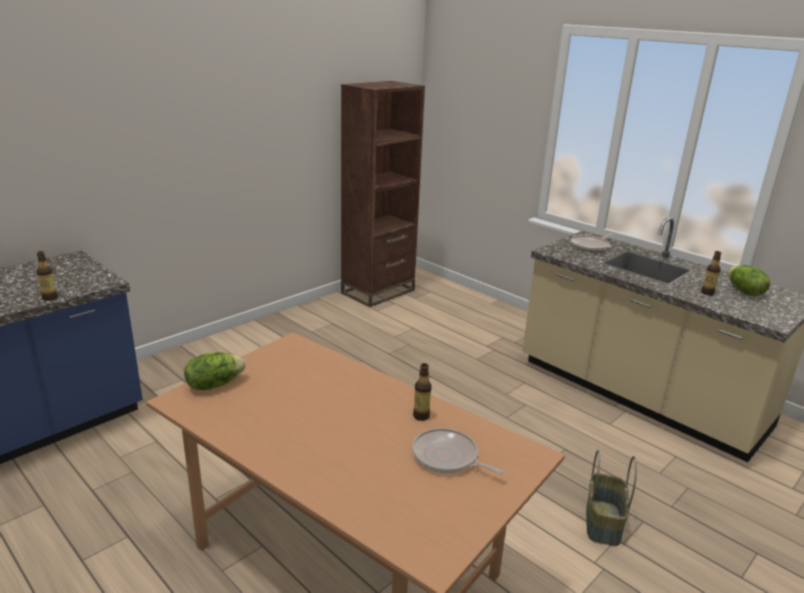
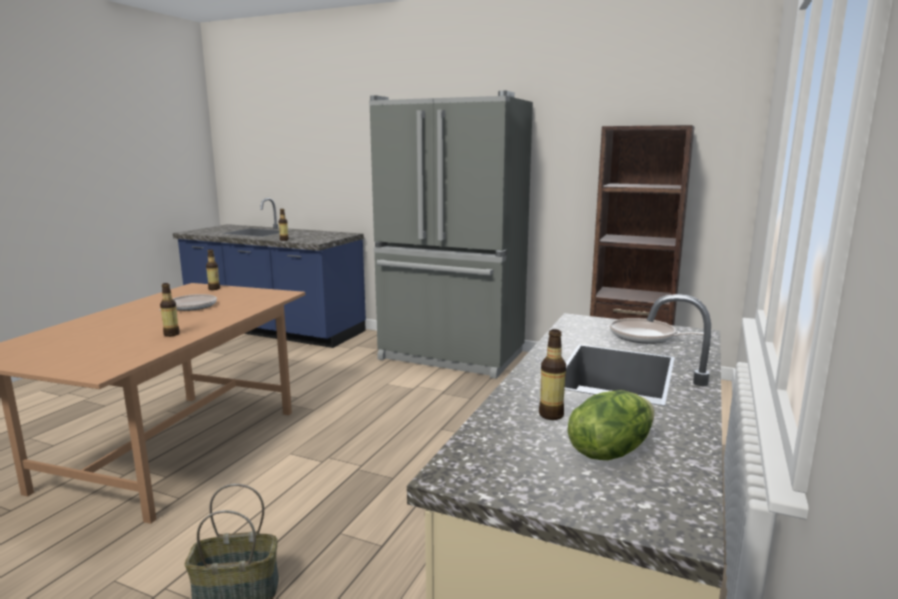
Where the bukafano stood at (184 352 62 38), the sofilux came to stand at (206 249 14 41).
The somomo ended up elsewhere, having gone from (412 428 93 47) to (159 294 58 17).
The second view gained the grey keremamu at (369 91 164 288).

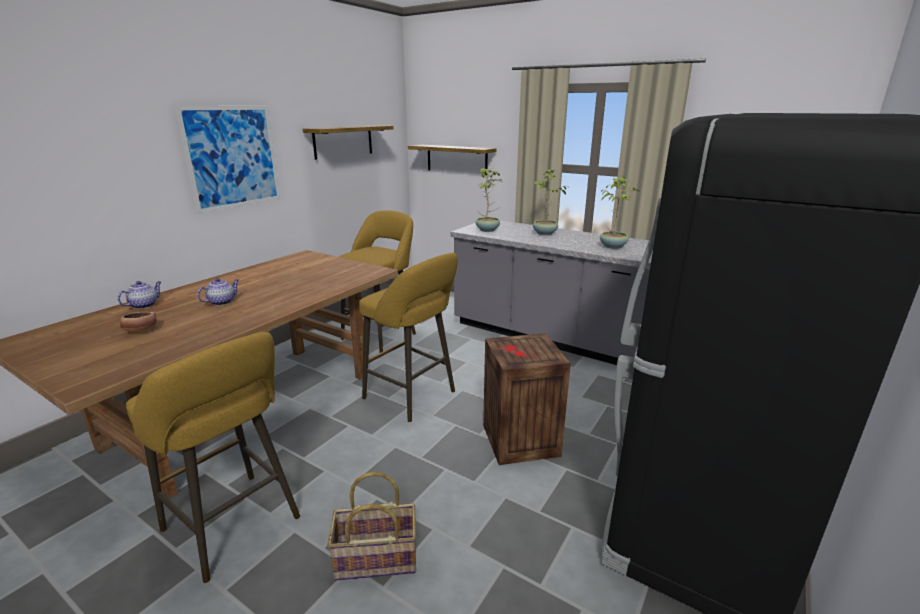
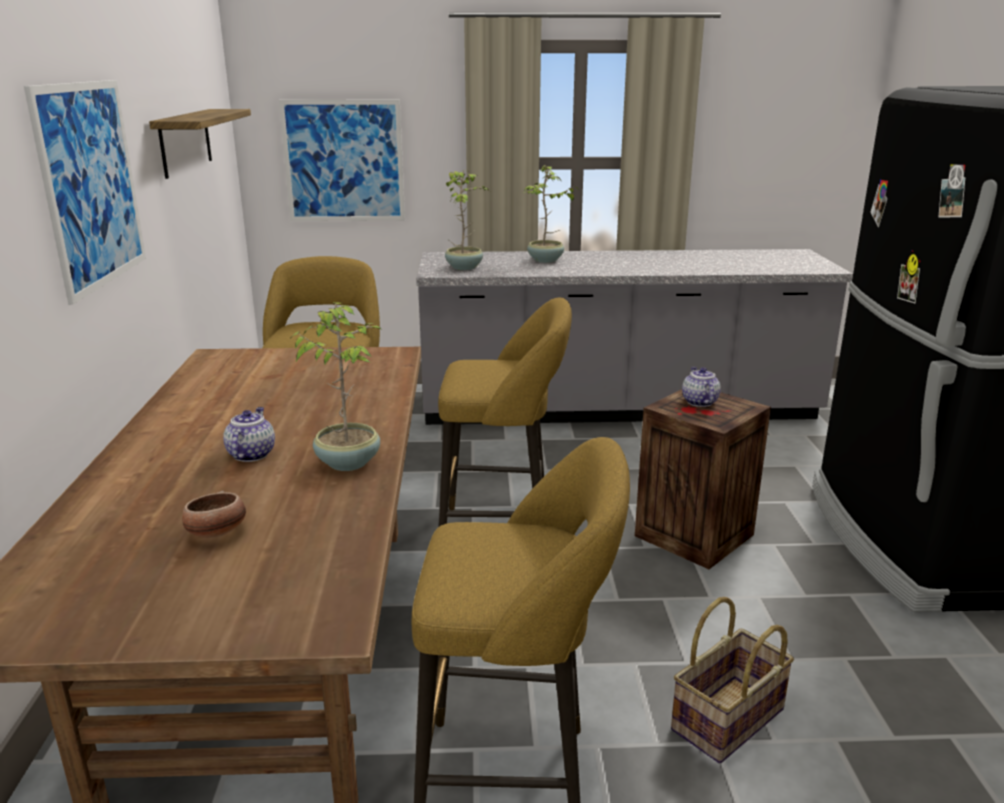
The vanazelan ended up elsewhere, having gone from (117 281 44 28) to (682 367 39 40).
Where the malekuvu hung at (408 145 88 30), the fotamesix came to hang at (279 100 126 121).
The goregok ended up elsewhere, having gone from (600 176 39 73) to (291 302 91 169).

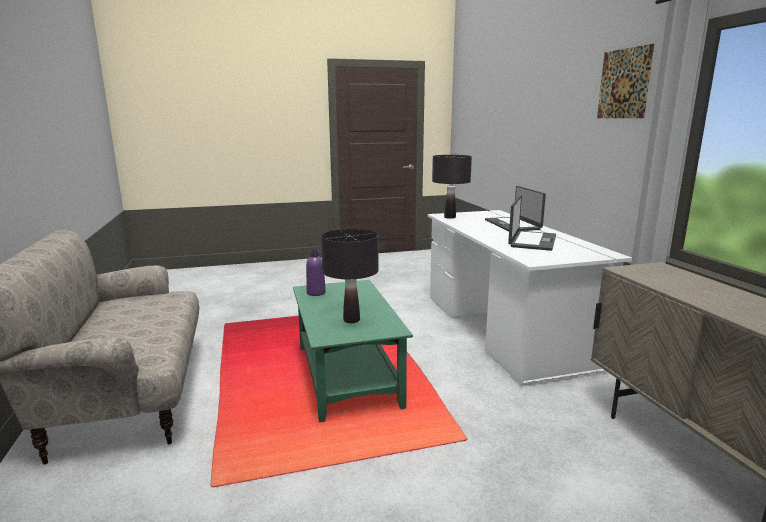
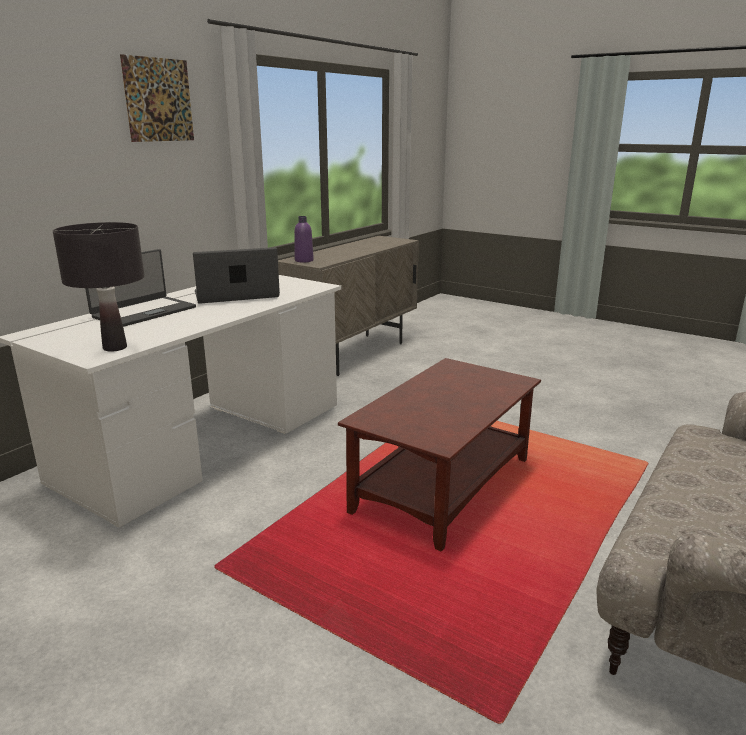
What was the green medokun at (293 280 120 143) turned into the brown medokun at (338 358 203 194).
The purple sofilux ended up elsewhere, having gone from (306 250 20 46) to (294 216 20 47).
The second view lost the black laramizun at (321 229 58 94).

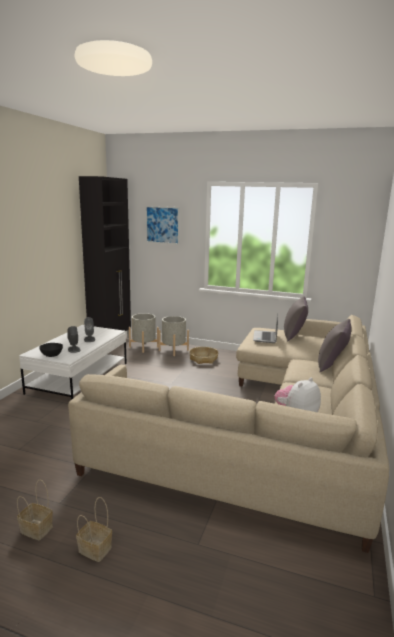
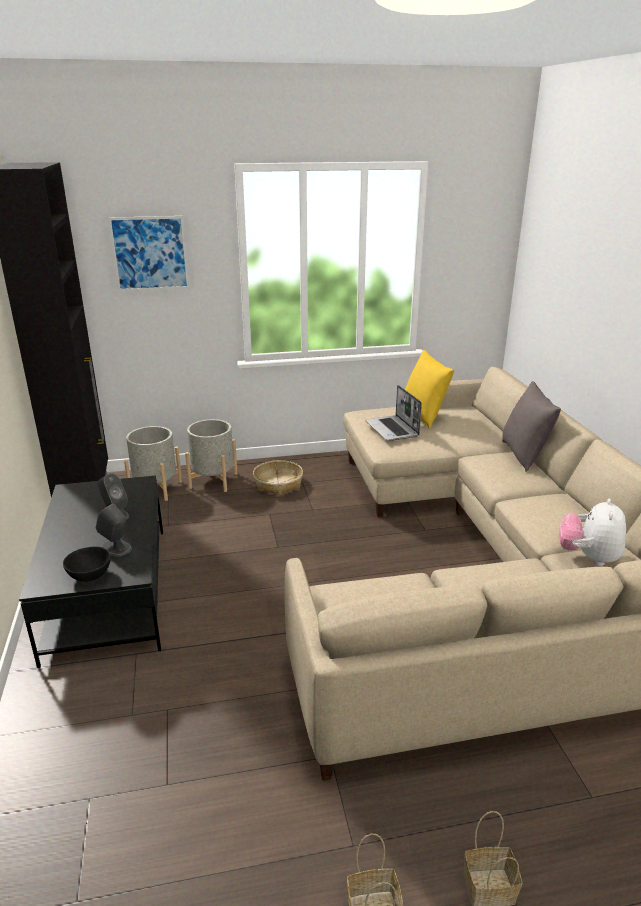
What was the white medokun at (19 325 108 75) turned into the black medokun at (19 475 144 193).
What was the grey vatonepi at (284 296 24 46) turned into the yellow vatonepi at (405 350 49 79).

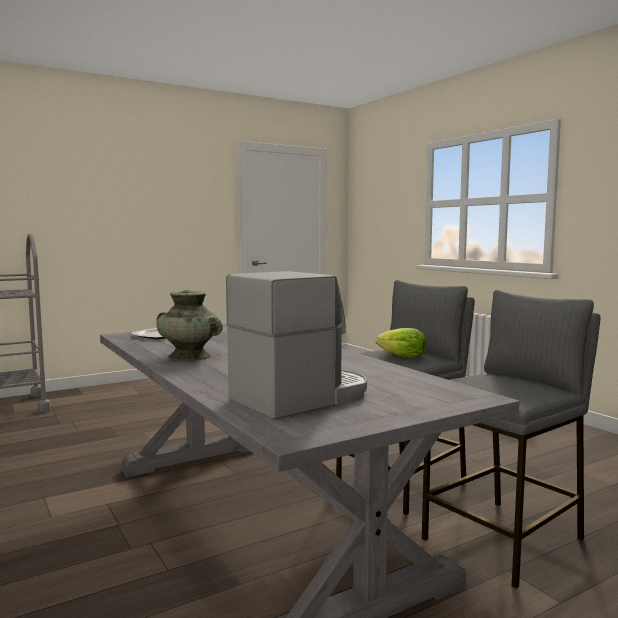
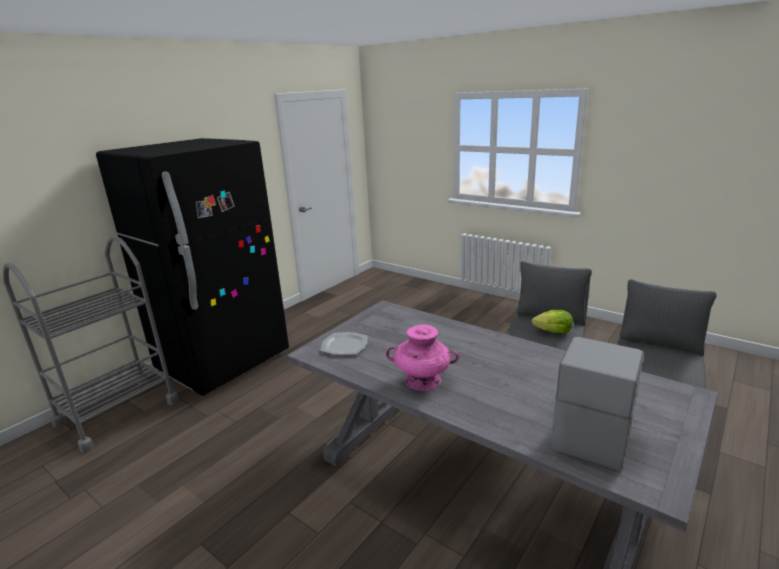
What was the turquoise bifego at (156 290 67 70) turned into the pink bifego at (386 325 73 66).
The second view gained the black keremamu at (96 138 193 258).

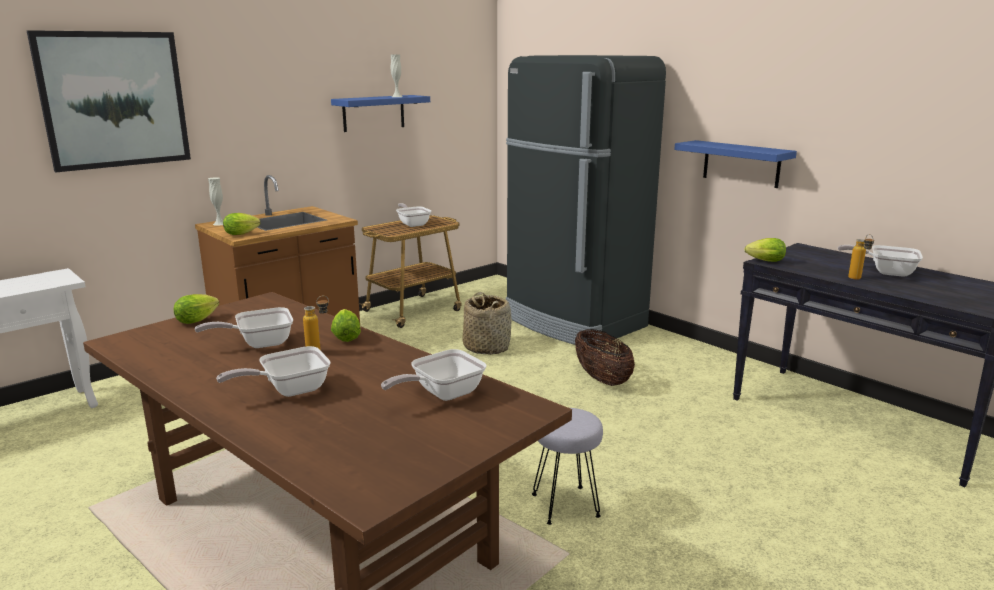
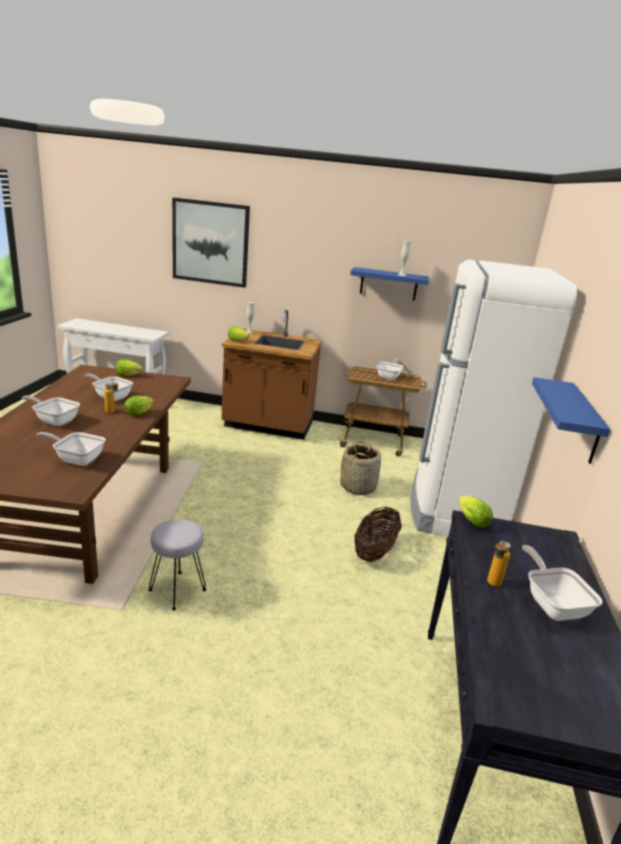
What was the black keremamu at (506 55 160 292) turned into the white keremamu at (410 260 167 276).

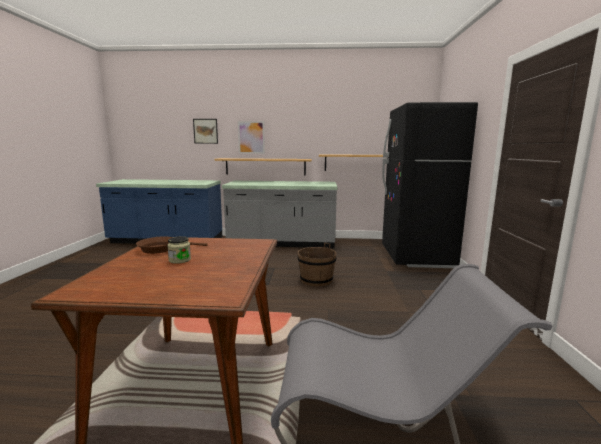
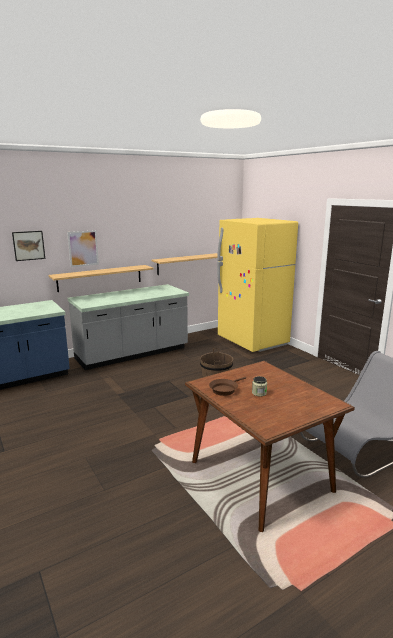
What was the black keremamu at (382 102 96 166) turned into the yellow keremamu at (217 218 81 134).

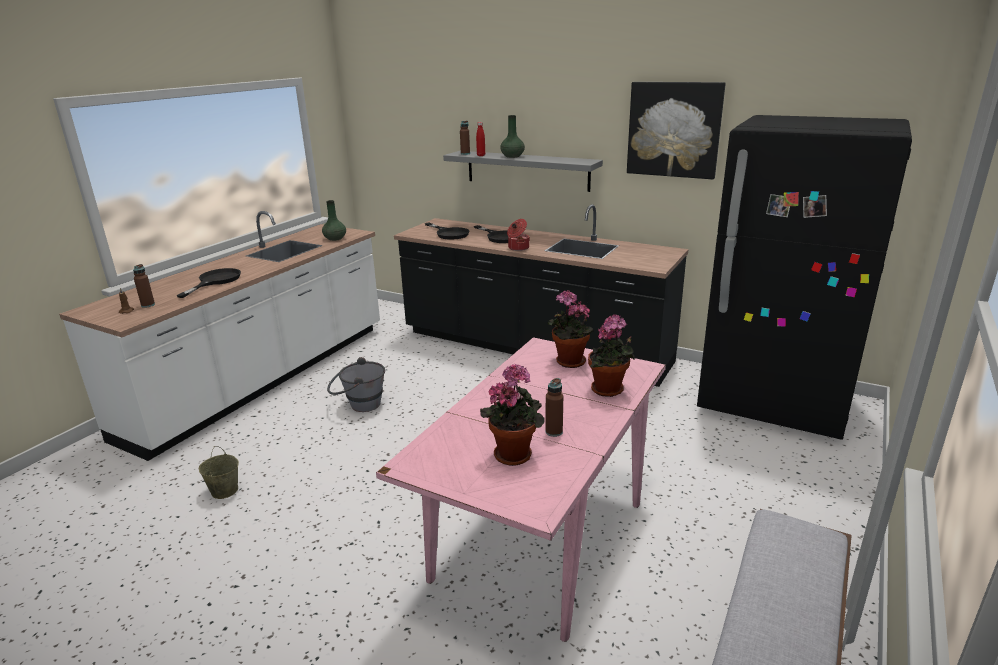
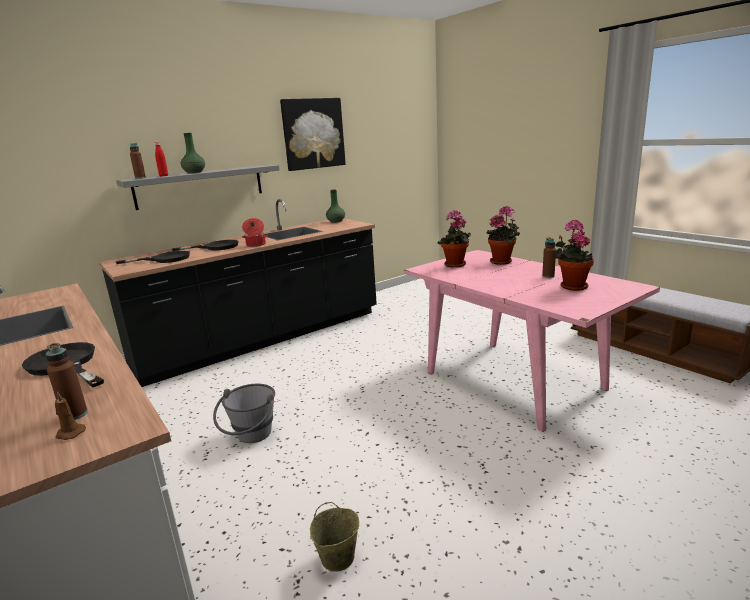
The green bifego ended up elsewhere, having gone from (322 200 24 41) to (326 190 19 33).
The second view lost the black keremamu at (697 115 215 325).

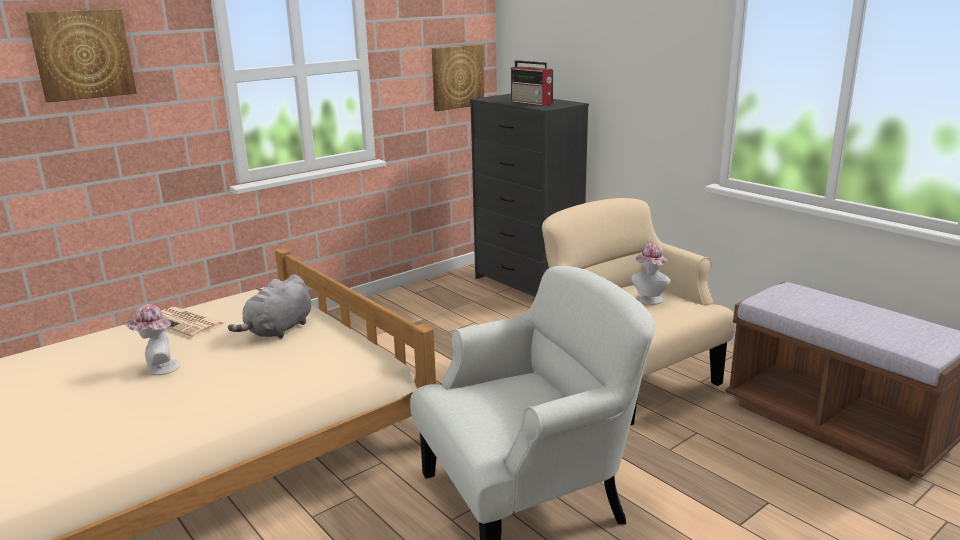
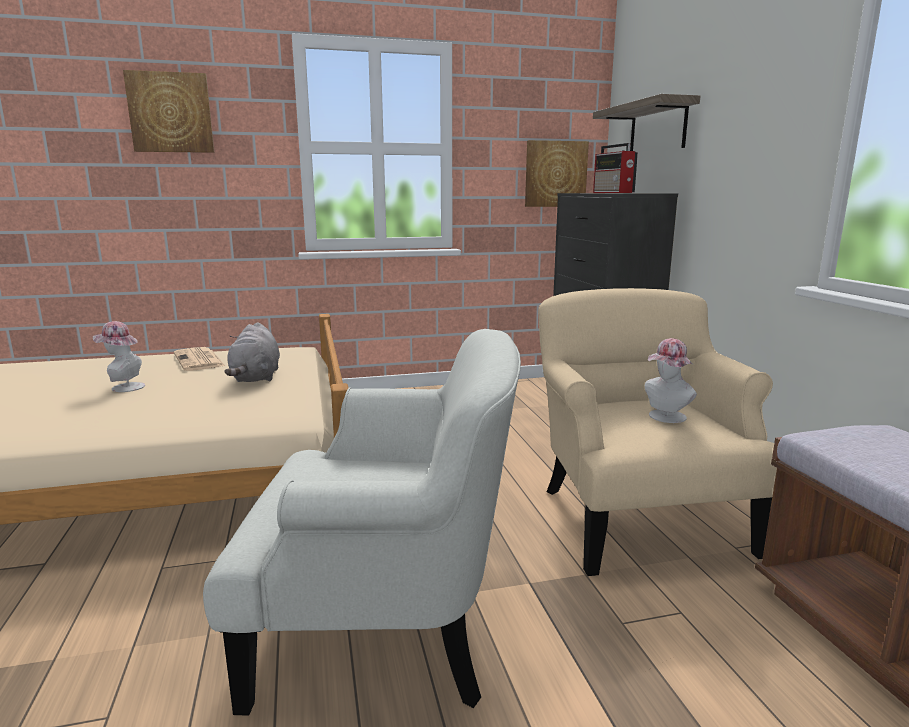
The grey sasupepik at (228 274 83 65) ended up facing another way, 60 degrees counterclockwise from before.
The second view gained the malekuvu at (593 94 107 57).

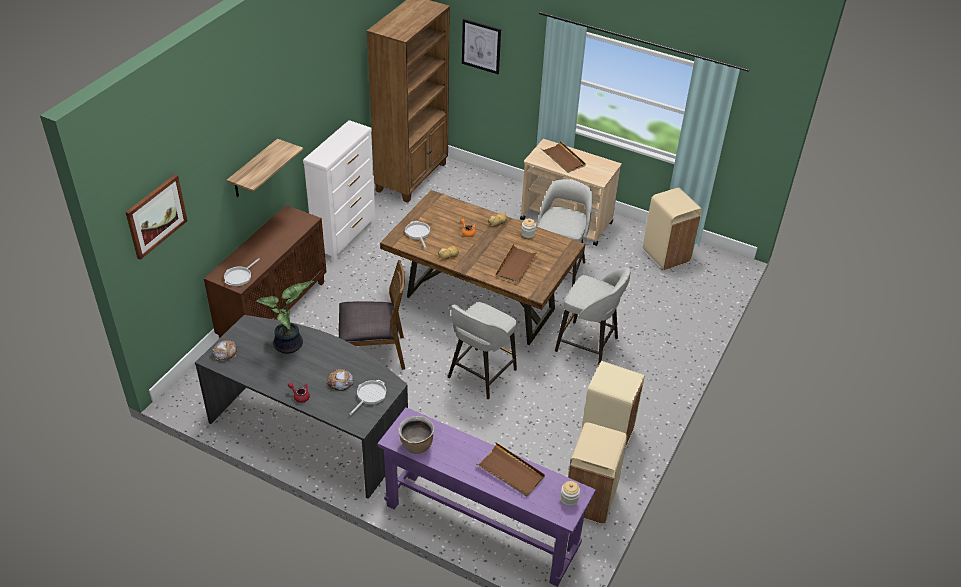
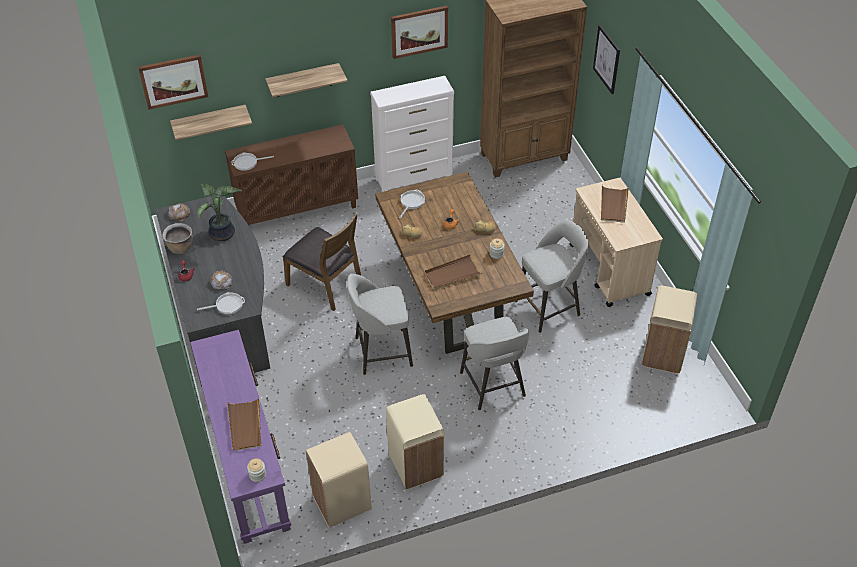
The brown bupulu ended up elsewhere, having gone from (398 416 36 38) to (162 223 31 31).
The second view gained the malekuvu at (170 105 82 35).
The second view gained the fotamesix at (391 6 57 53).

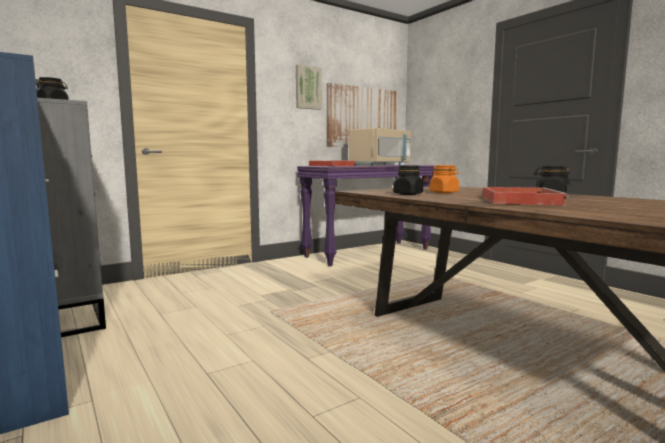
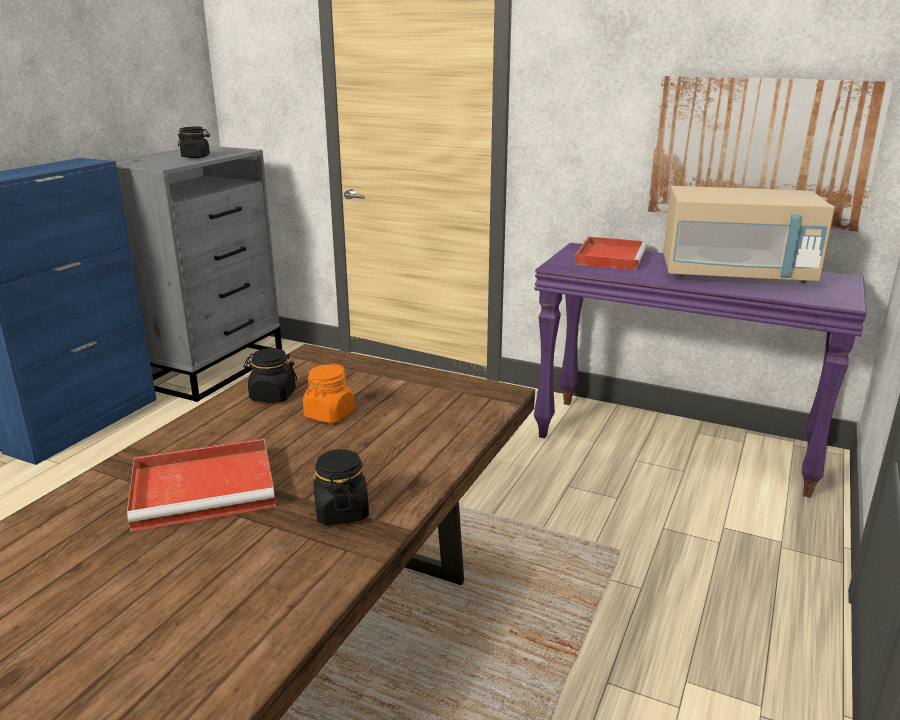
The second view lost the fotamesix at (296 65 26 45).

